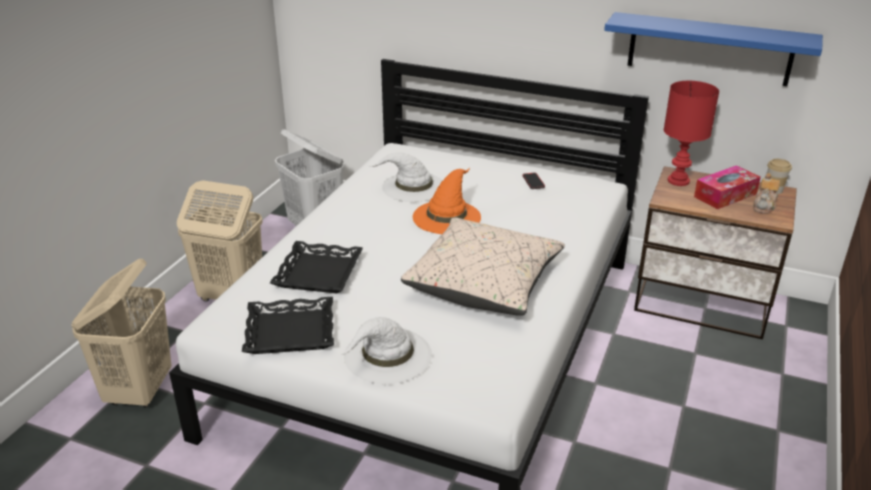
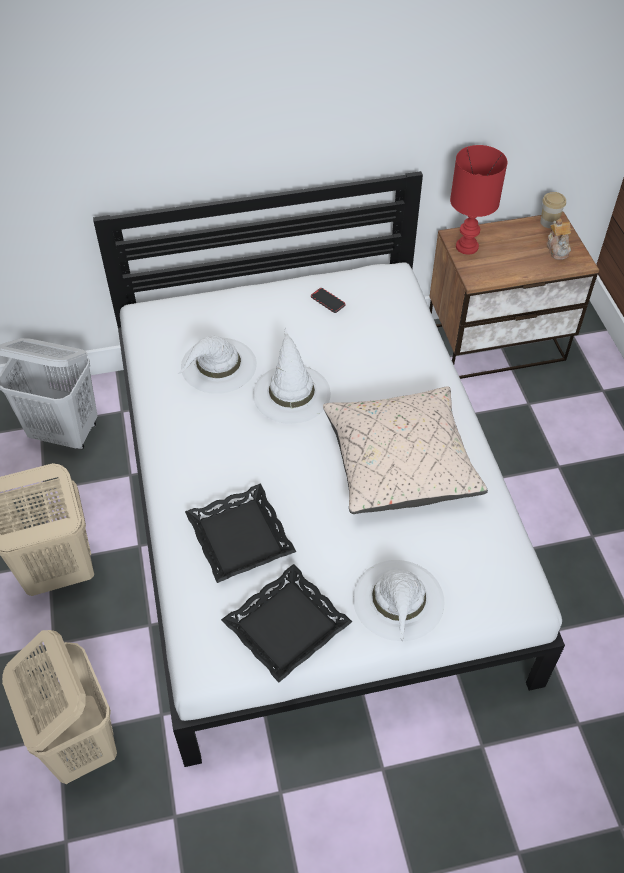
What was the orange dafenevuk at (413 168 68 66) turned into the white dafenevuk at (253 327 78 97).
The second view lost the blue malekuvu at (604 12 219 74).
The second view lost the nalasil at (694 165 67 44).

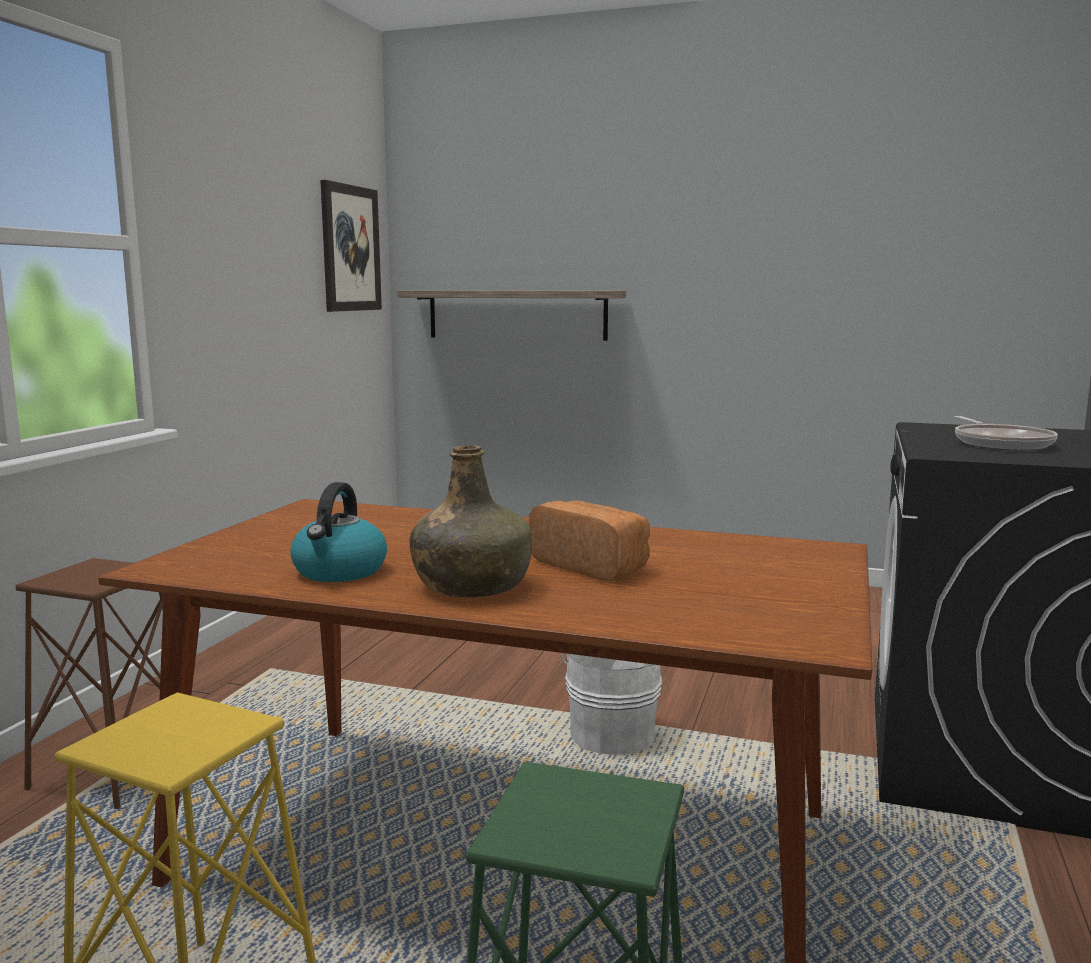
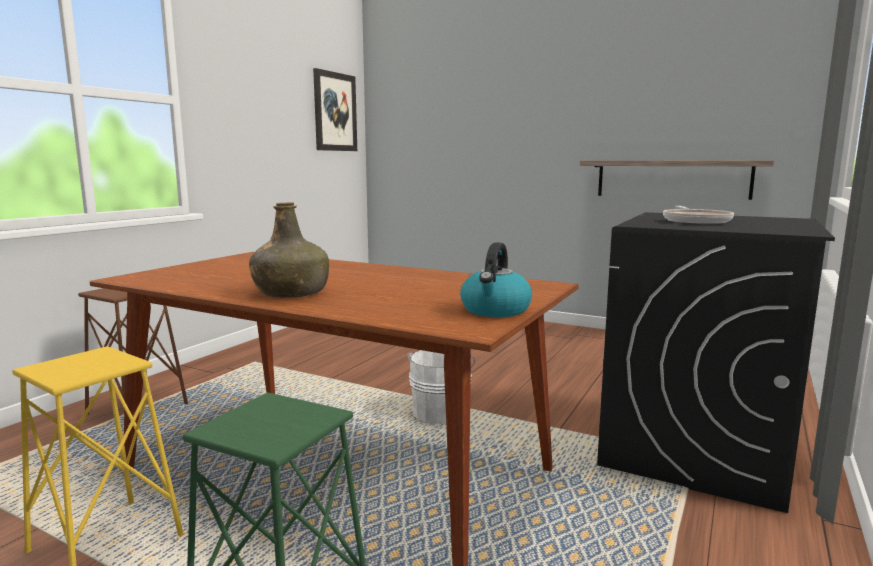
The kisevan ended up elsewhere, having gone from (290 482 97 100) to (460 242 72 75).
The malekuvu ended up elsewhere, having gone from (397 290 229 51) to (580 160 194 40).
The second view lost the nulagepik at (529 501 121 80).

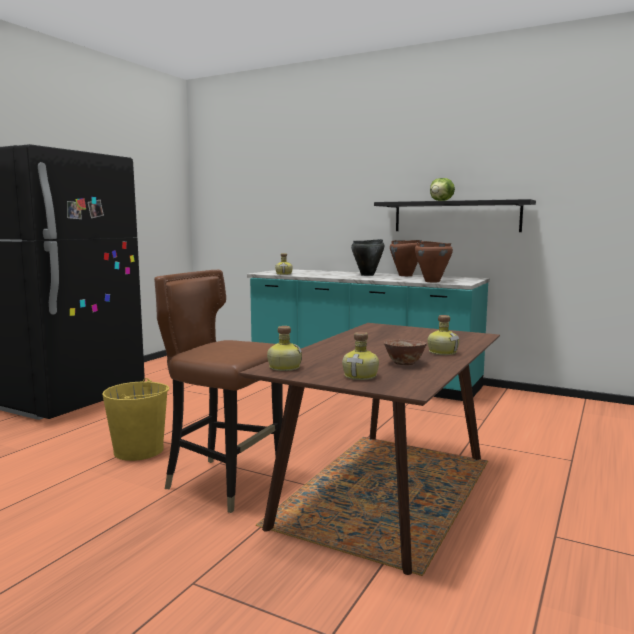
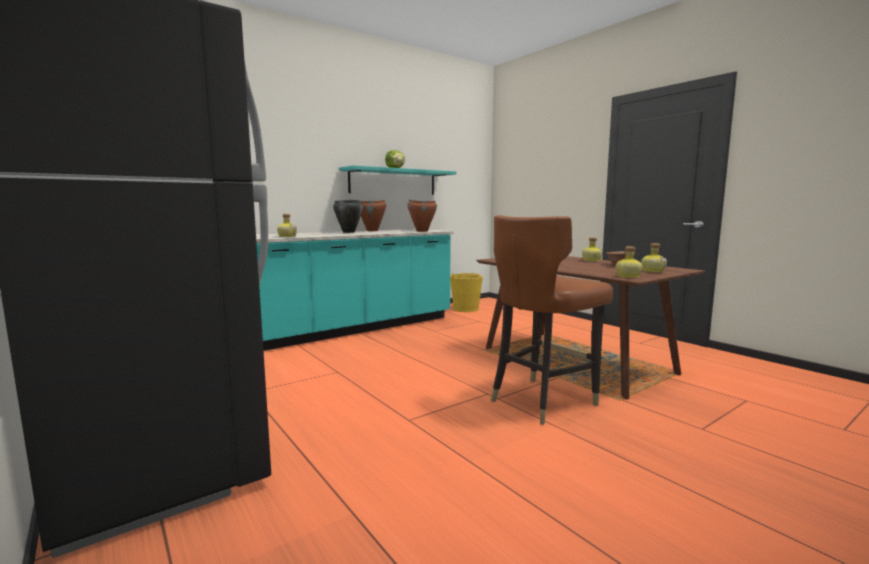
The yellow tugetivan ended up elsewhere, having gone from (102 378 68 83) to (450 273 33 39).
What was the black malekuvu at (374 199 162 33) turned into the turquoise malekuvu at (339 165 117 30).

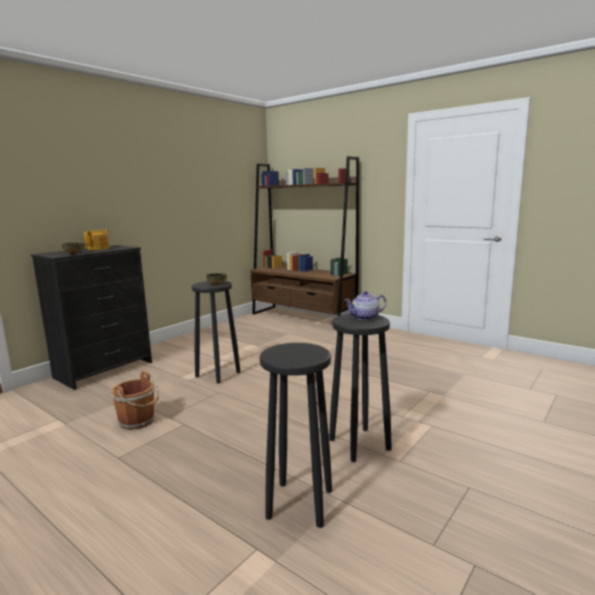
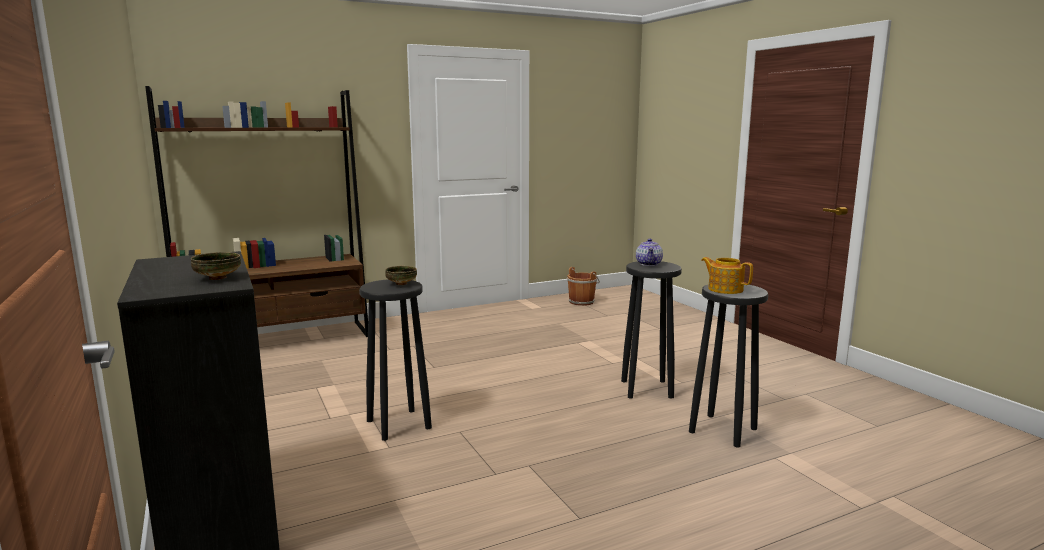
The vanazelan ended up elsewhere, having gone from (84 230 25 20) to (701 257 52 37).
The brown tugetivan ended up elsewhere, having gone from (111 371 48 59) to (567 267 33 39).

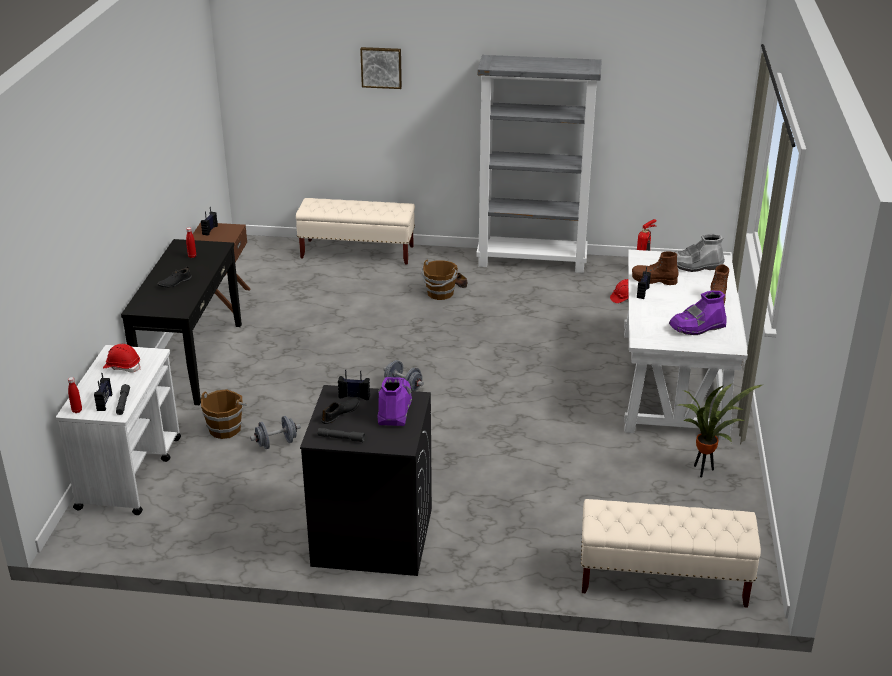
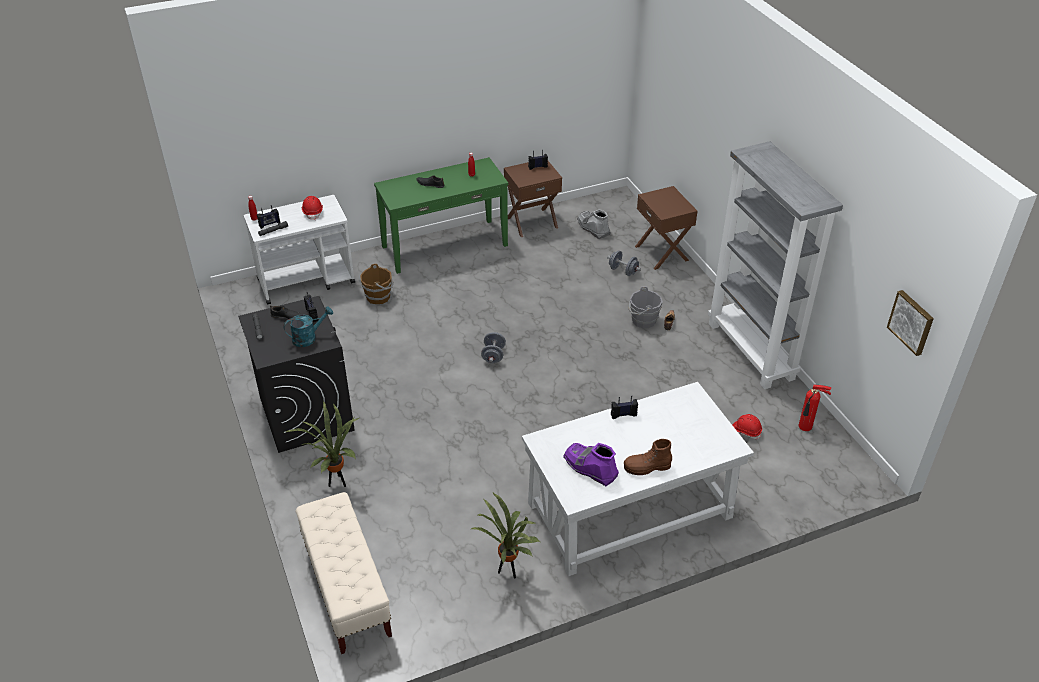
What was the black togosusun at (121 239 121 166) turned into the green togosusun at (374 157 134 117).
The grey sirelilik ended up elsewhere, having gone from (250 416 51 33) to (607 250 34 26).
Where the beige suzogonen stood at (296 198 119 67), the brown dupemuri came to stand at (635 186 63 84).
The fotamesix ended up elsewhere, having gone from (360 47 42 42) to (887 290 47 66).
Where the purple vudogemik stood at (377 377 35 49), the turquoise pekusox came to stand at (284 306 49 41).
What was the brown tugetivan at (420 260 38 40) turned into the grey tugetivan at (628 286 35 42).
The second view lost the brown vudogemik at (632 251 47 34).
The grey vudogemik ended up elsewhere, having gone from (674 234 51 38) to (577 209 34 30).
The second view gained the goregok at (286 401 73 86).

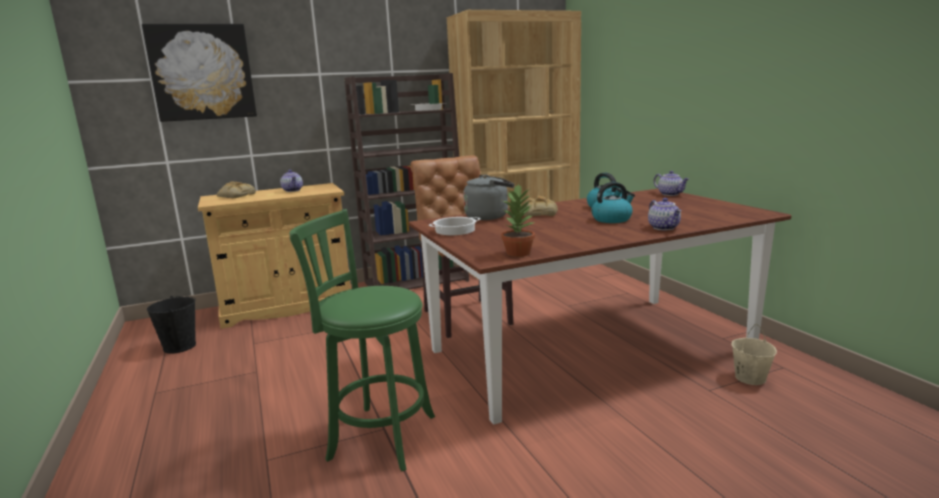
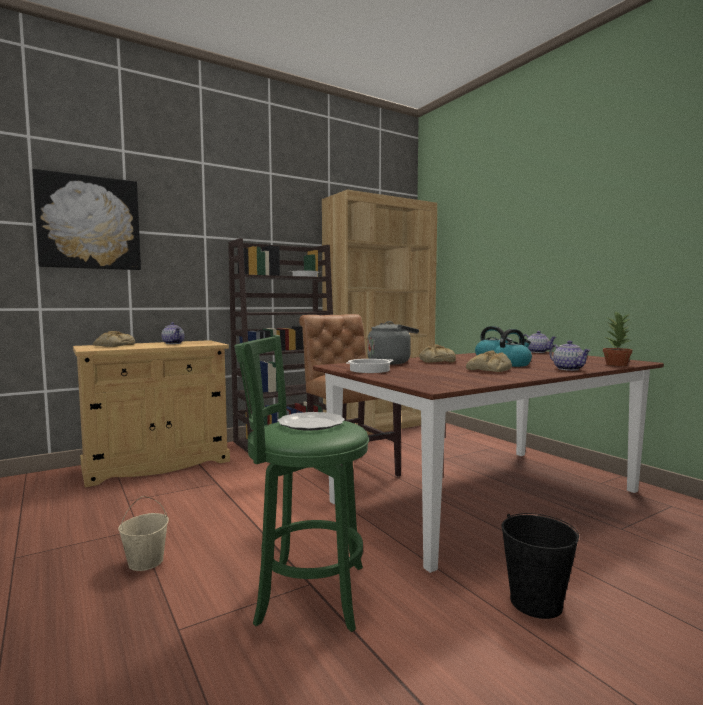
The black tugetivan ended up elsewhere, having gone from (147 296 49 58) to (502 513 77 106).
The goregok ended up elsewhere, having gone from (501 184 34 73) to (603 312 29 54).
The beige tugetivan ended up elsewhere, having gone from (731 324 46 61) to (118 496 51 75).
The second view gained the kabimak at (278 412 67 18).
The second view gained the nulagepik at (466 350 46 22).

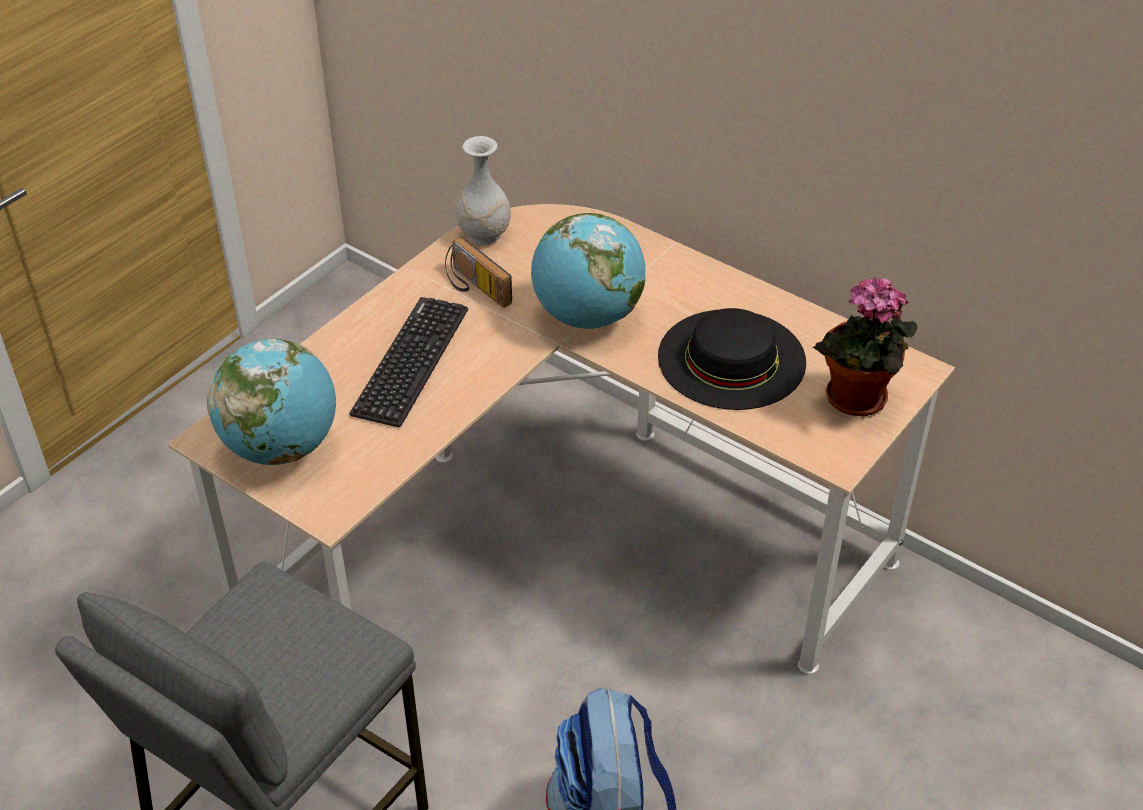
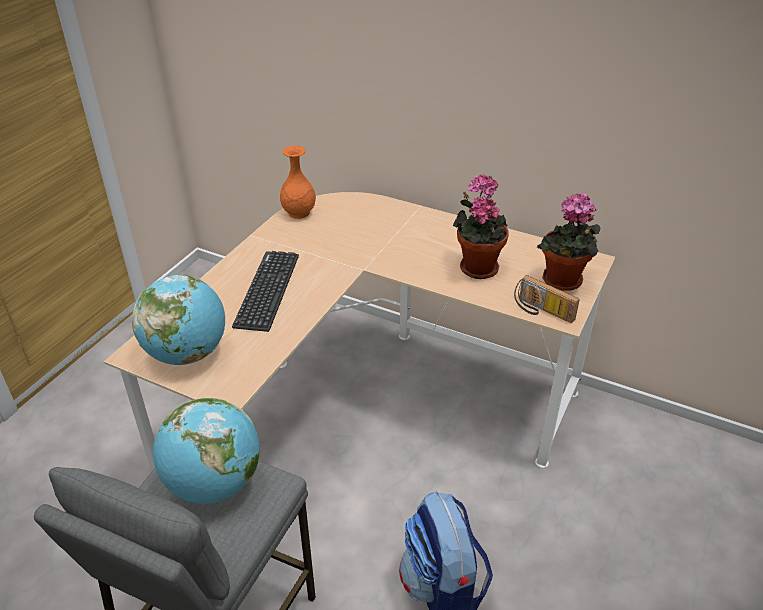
The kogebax ended up elsewhere, having gone from (445 237 67 71) to (514 275 66 48).
What was the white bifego at (456 136 55 109) turned into the orange bifego at (280 146 36 73).
The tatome ended up elsewhere, having gone from (531 213 114 116) to (153 398 107 106).
Where the black dafenevuk stood at (658 308 148 102), the goregok came to stand at (453 174 55 105).

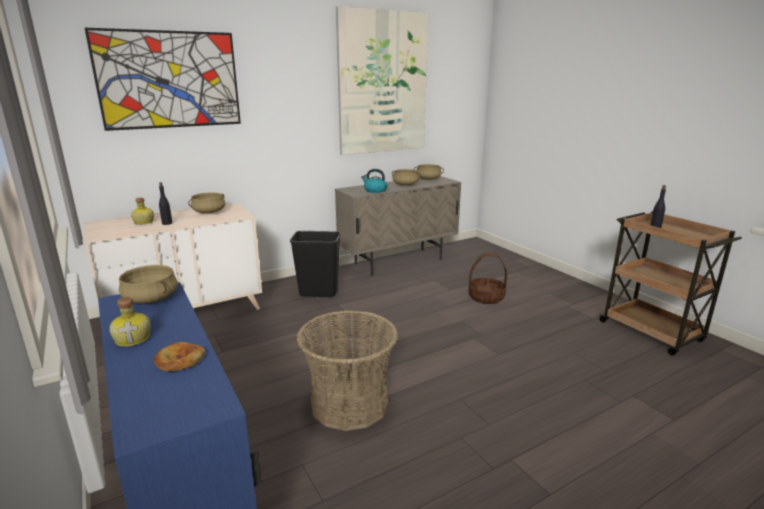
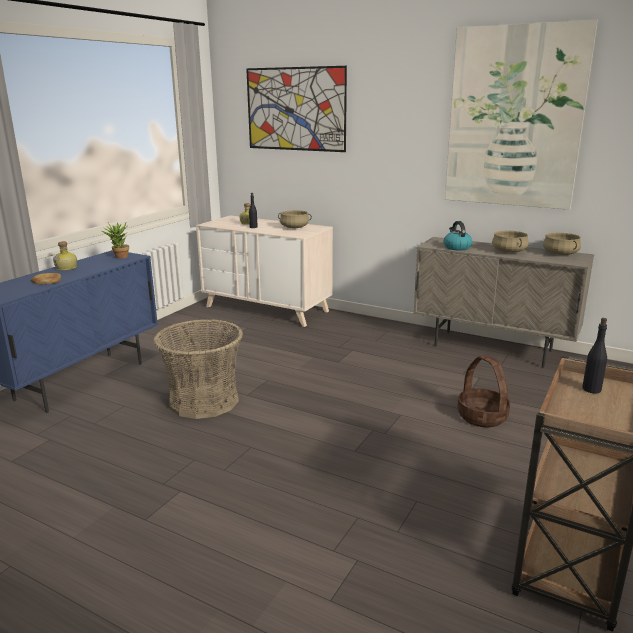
Where the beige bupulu stood at (119 265 59 39), the goregok came to stand at (101 222 28 37).
The second view lost the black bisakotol at (290 231 51 66).

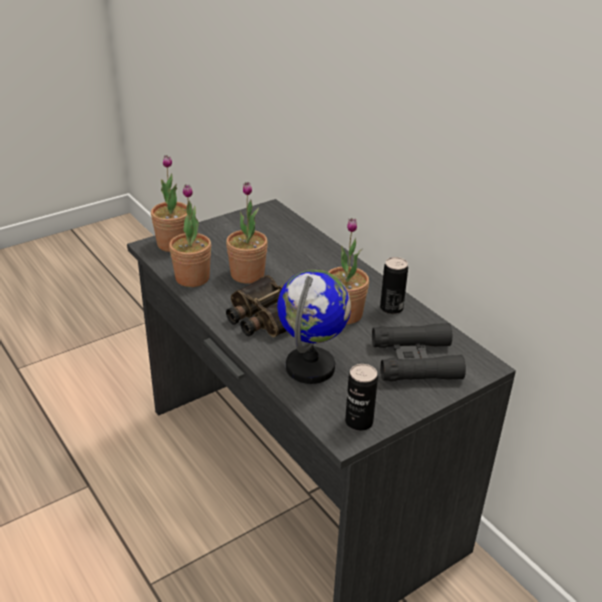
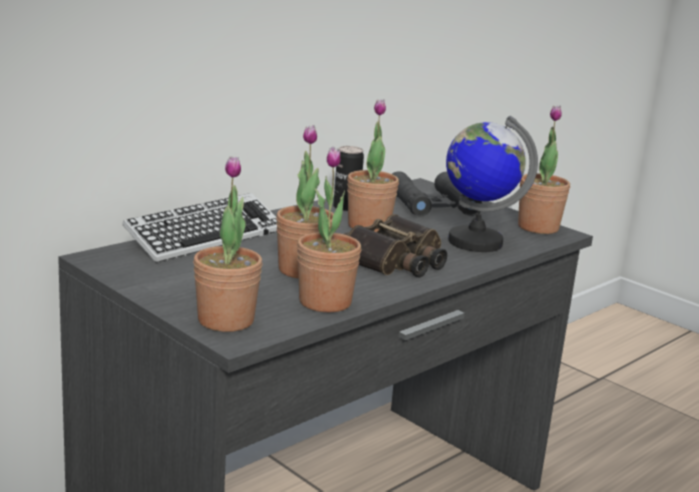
Where the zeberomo stood at (345 364 33 67), the goregok came to stand at (518 106 52 128).
The second view gained the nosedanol at (122 193 155 70).

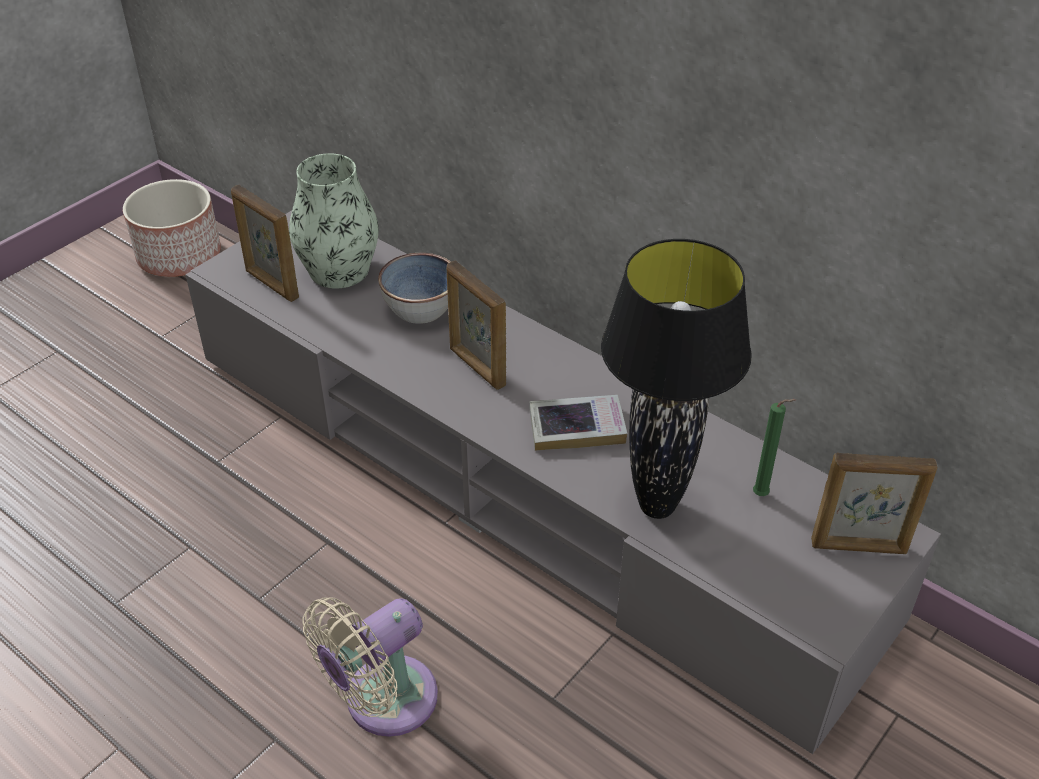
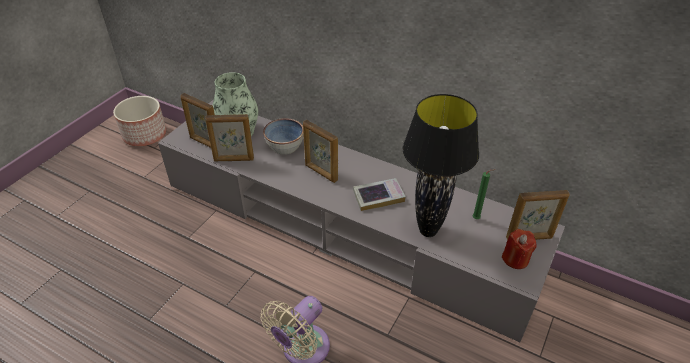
The second view gained the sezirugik at (205 114 49 48).
The second view gained the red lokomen at (502 229 35 40).

